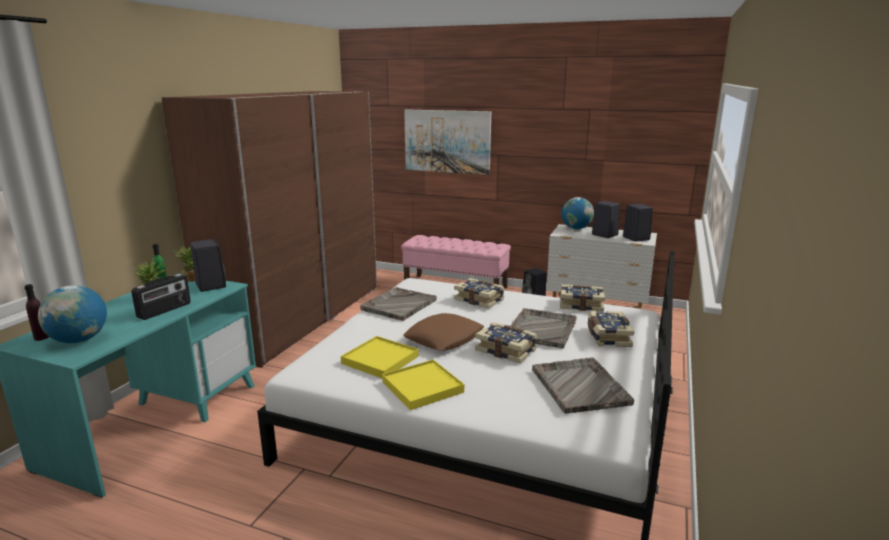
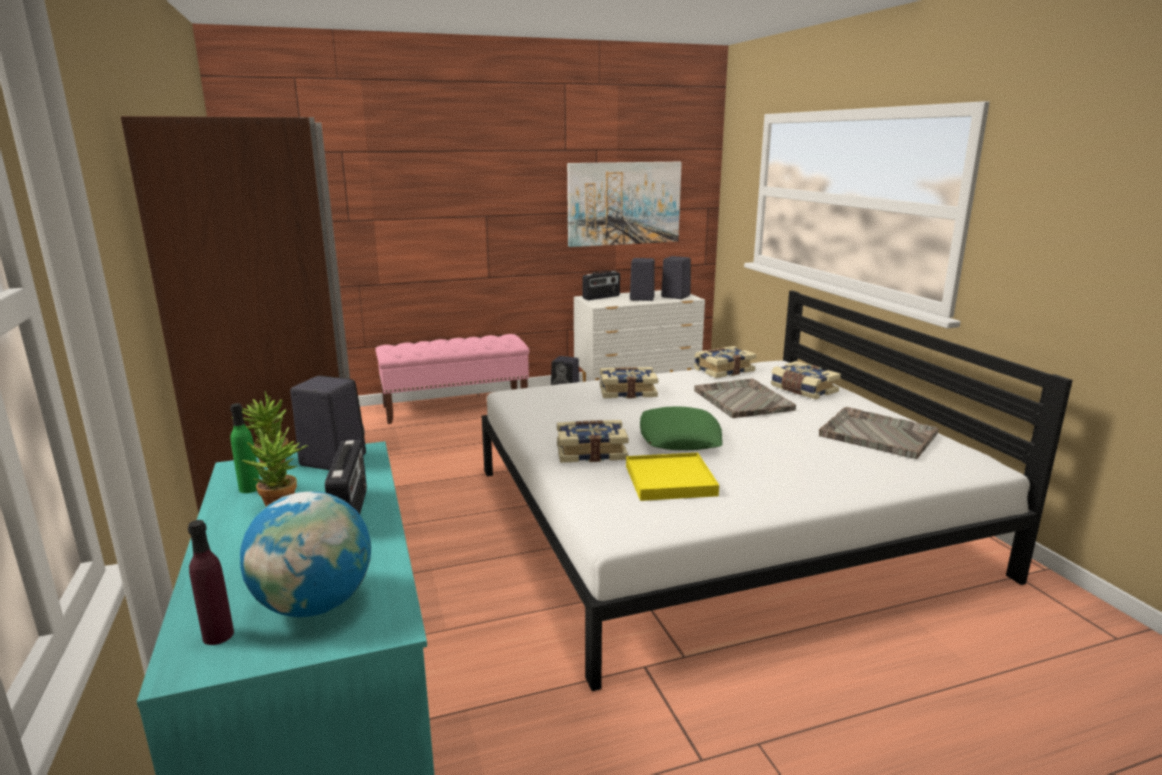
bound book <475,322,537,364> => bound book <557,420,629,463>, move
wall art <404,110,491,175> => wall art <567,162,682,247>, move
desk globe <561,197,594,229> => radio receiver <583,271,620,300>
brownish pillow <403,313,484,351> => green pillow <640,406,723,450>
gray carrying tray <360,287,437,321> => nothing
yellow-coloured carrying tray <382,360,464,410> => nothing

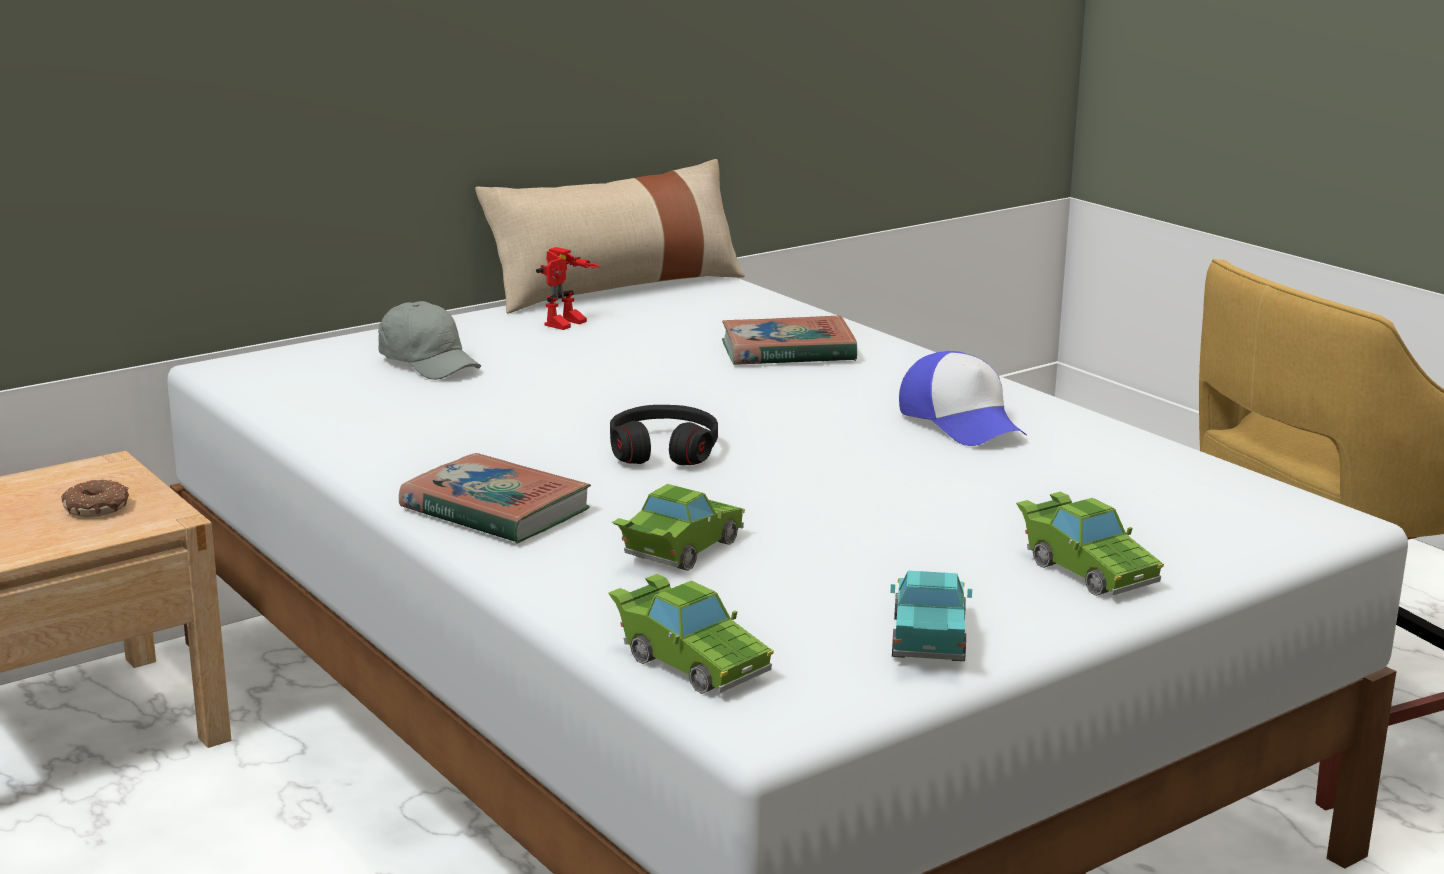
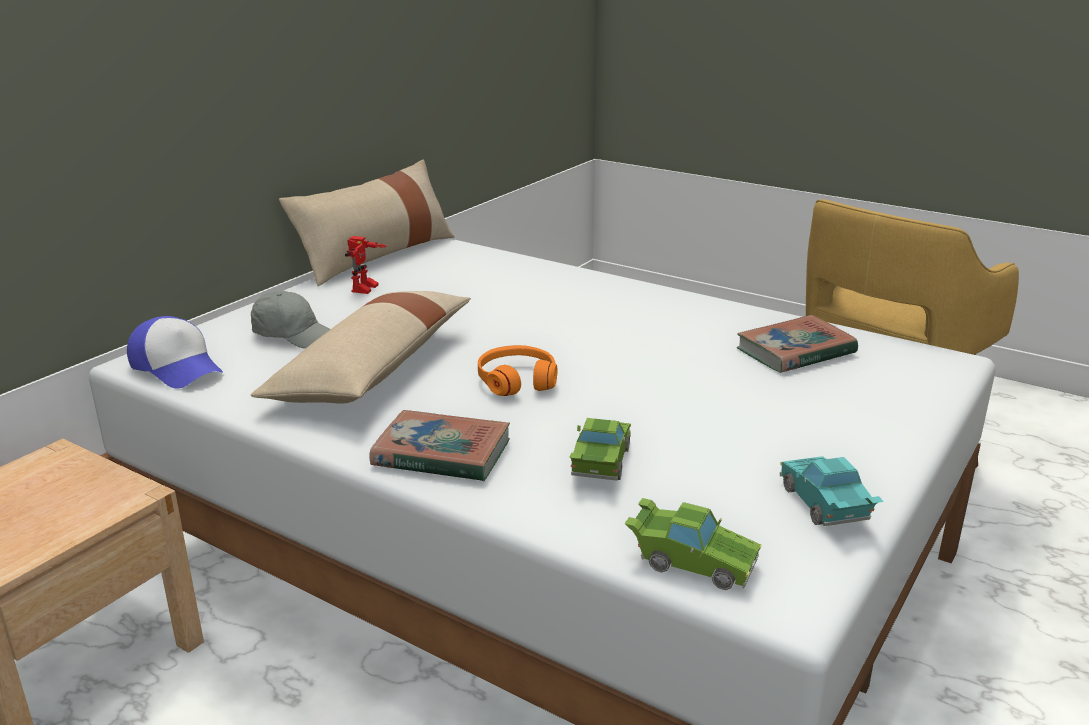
cap <899,351,1026,446> => cap <127,316,223,389>, move
nothing => beige pillow <251,291,470,404>
black headset <610,405,718,465> => orange headset <478,345,557,396>
bound book <722,315,857,365> => bound book <737,315,858,373>, move
donut <62,480,129,517> => nothing
green model car <1016,492,1164,596> => nothing

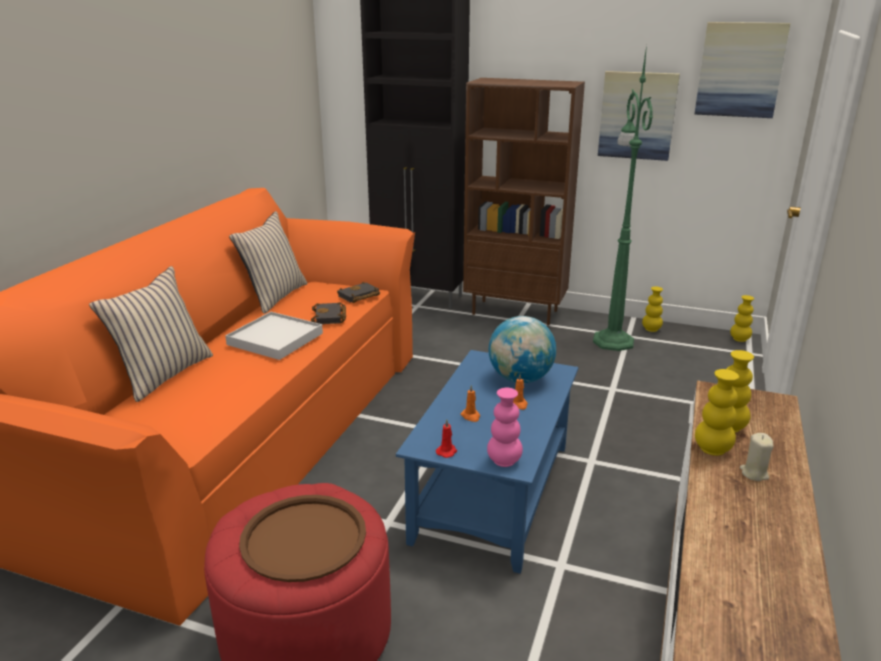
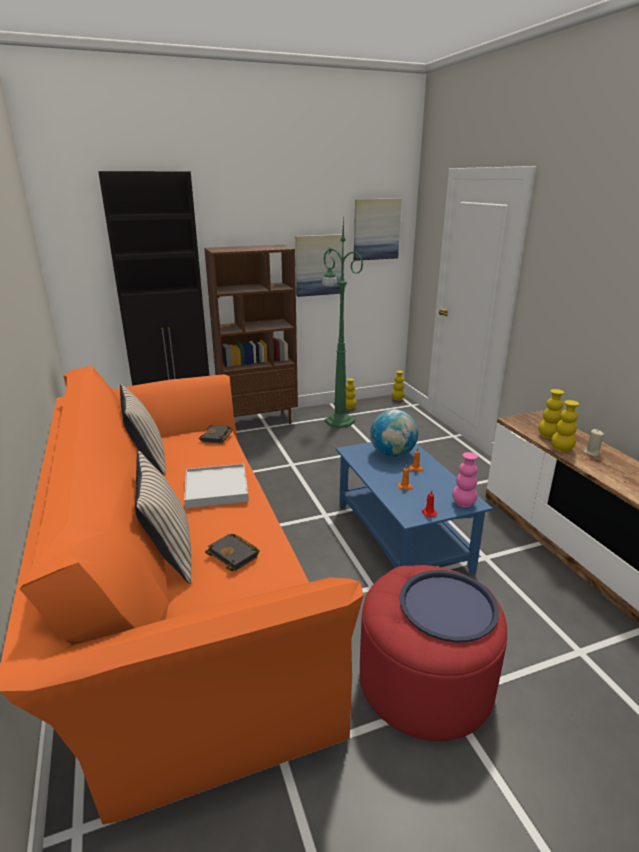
black bound book <311,302,346,324> => black bound book <205,534,260,571>, move
brownish carrying tray <239,495,366,582> => blue carrying tray <400,570,499,643>

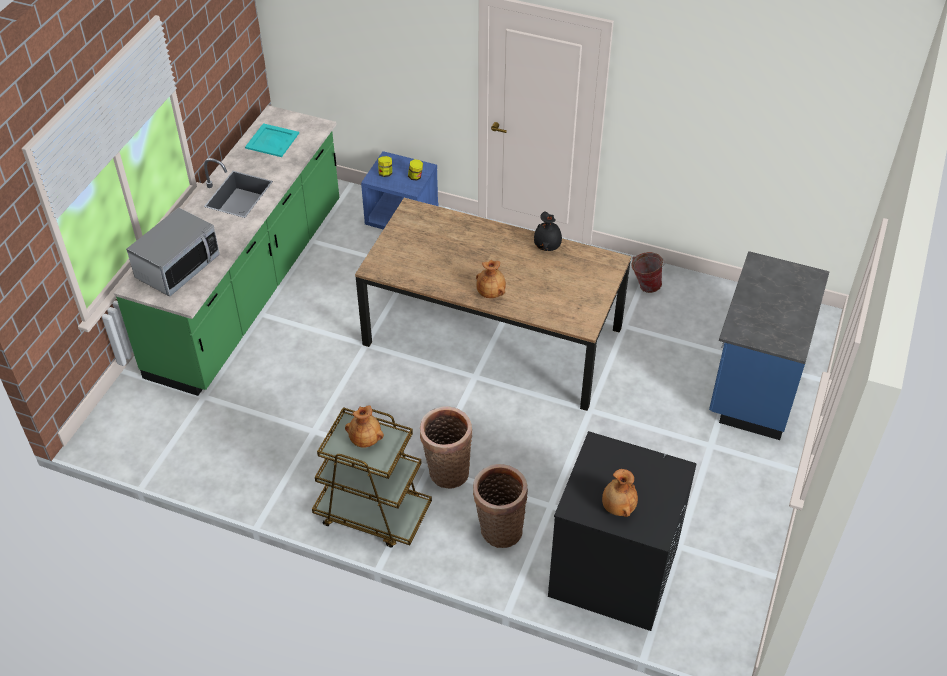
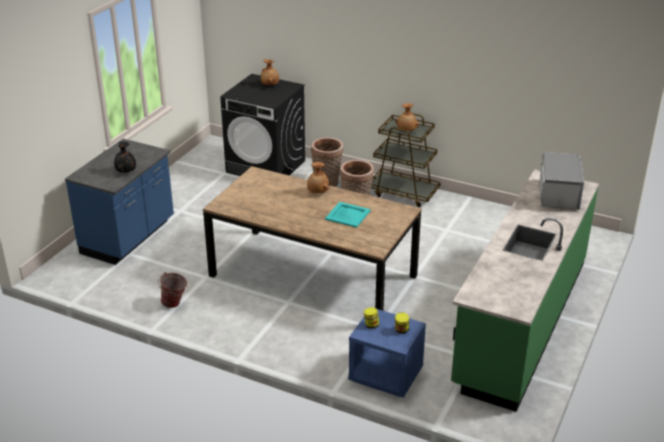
black decorative vase <534,211,562,251> => black decorative vase <114,141,136,173>, move
blue-green carrying tray <245,123,299,157> => blue-green carrying tray <325,202,371,228>, move
kitchen microwave <126,207,220,296> => kitchen microwave <539,152,584,210>, 150 degrees clockwise

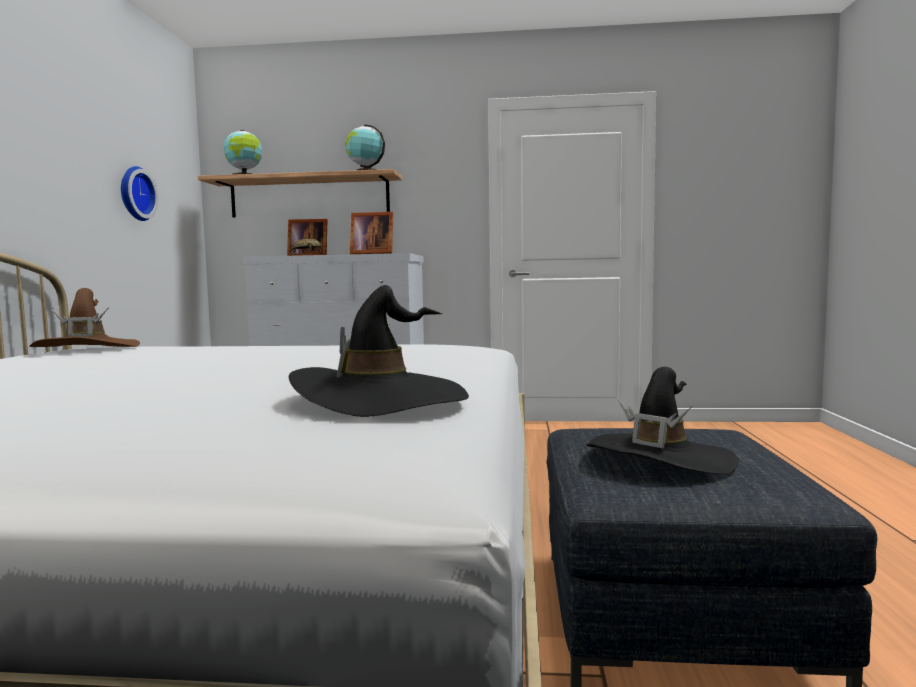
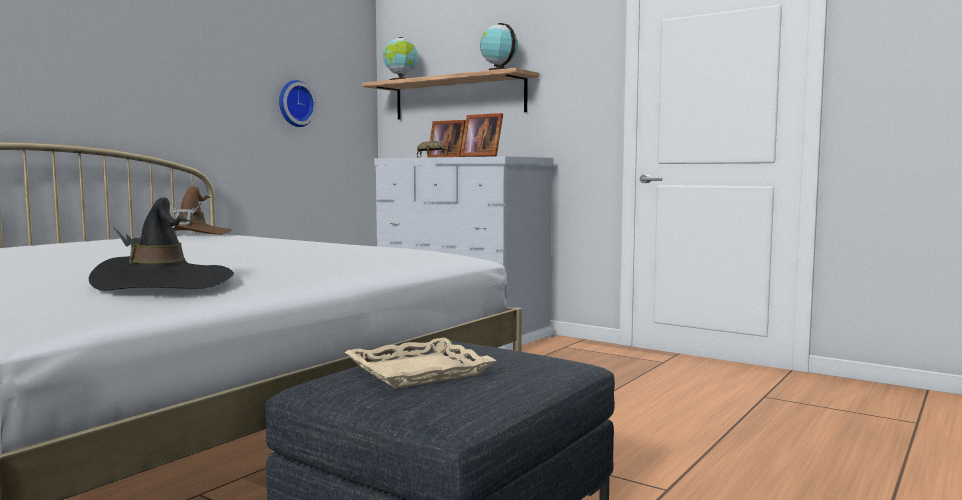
black wearable hat <586,367,738,474> => beige carrying tray <345,338,496,389>

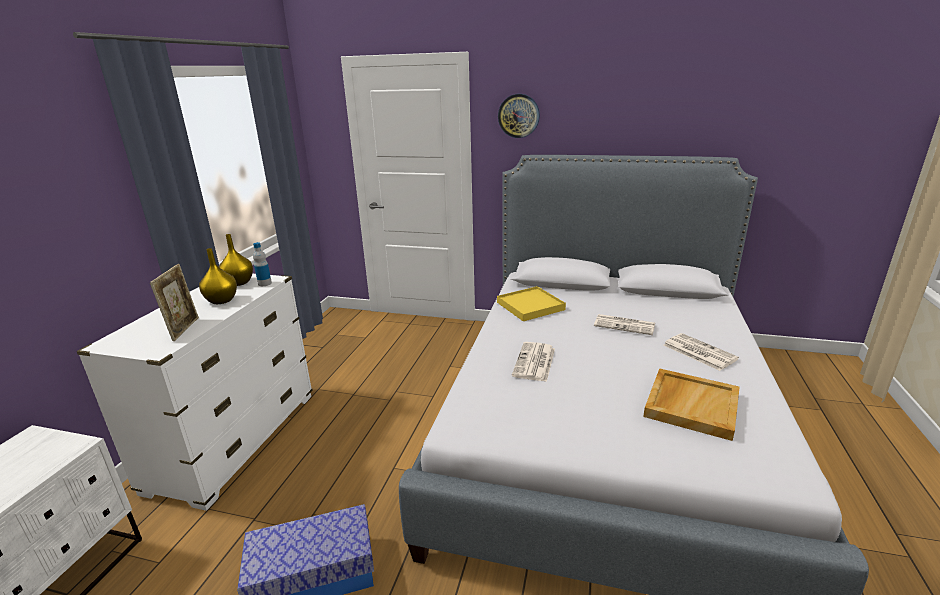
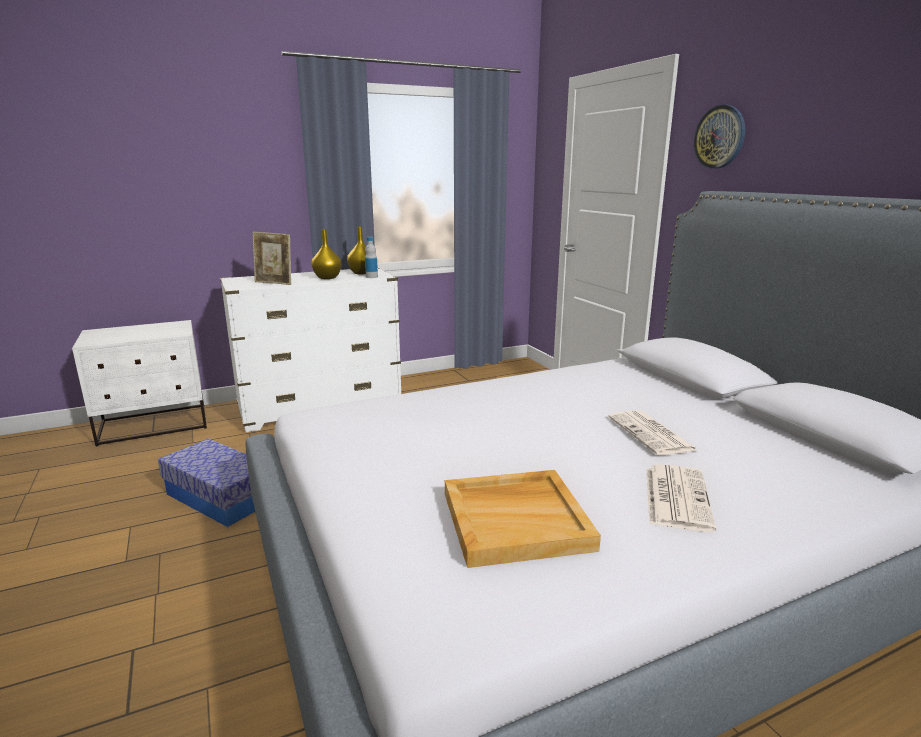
standing frame <150,264,199,341> => standing frame <253,232,291,285>, 60 degrees clockwise
yellow-coloured carrying tray <497,286,566,321> => nothing
daily paper <512,342,555,382> => nothing

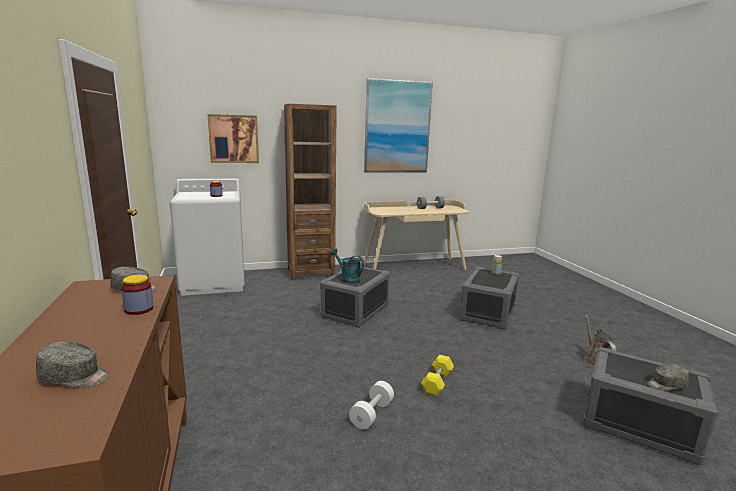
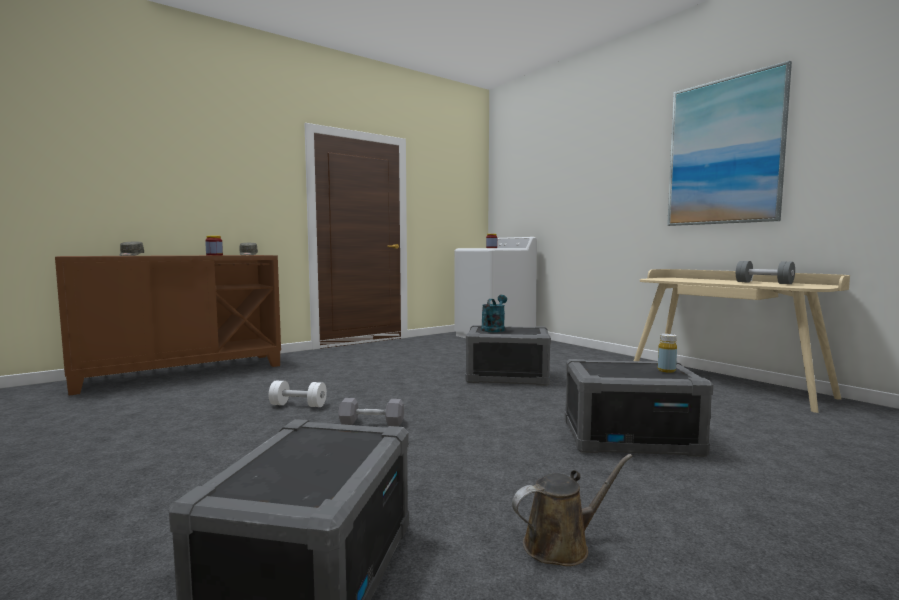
yellow-coloured dumbbell <421,355,454,396> => gray dumbbell <338,398,404,426>
wall art <208,114,259,163> => nothing
brownish bookshelf <284,104,337,280> => nothing
gray cap <648,364,689,391> => nothing

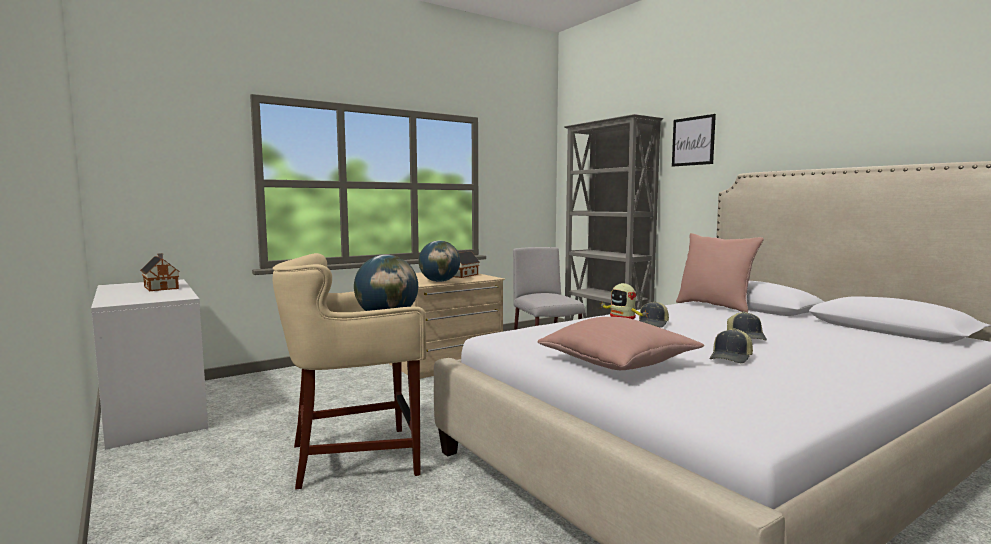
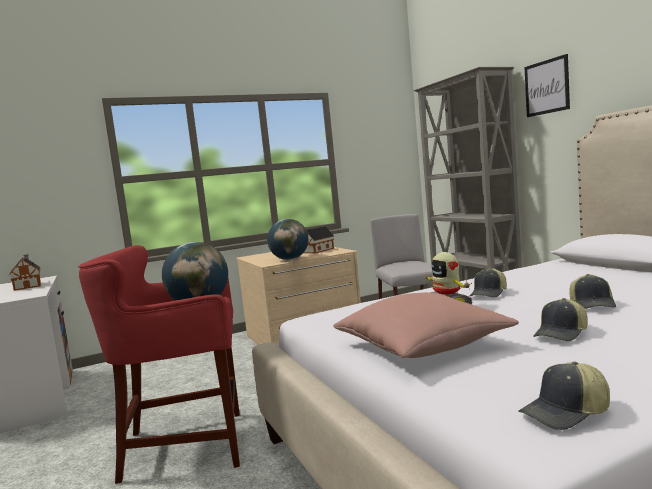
beige sitting stool <272,253,427,490> => reddish sitting stool <79,245,240,484>
nothing => cap <519,361,610,430>
pinkish pillow <676,233,764,313> => nothing

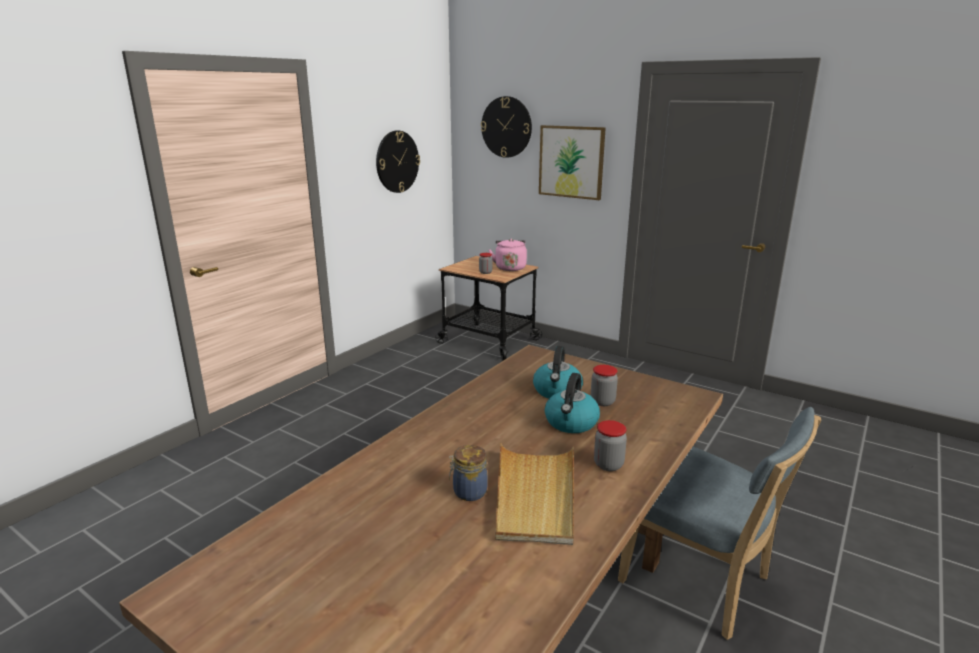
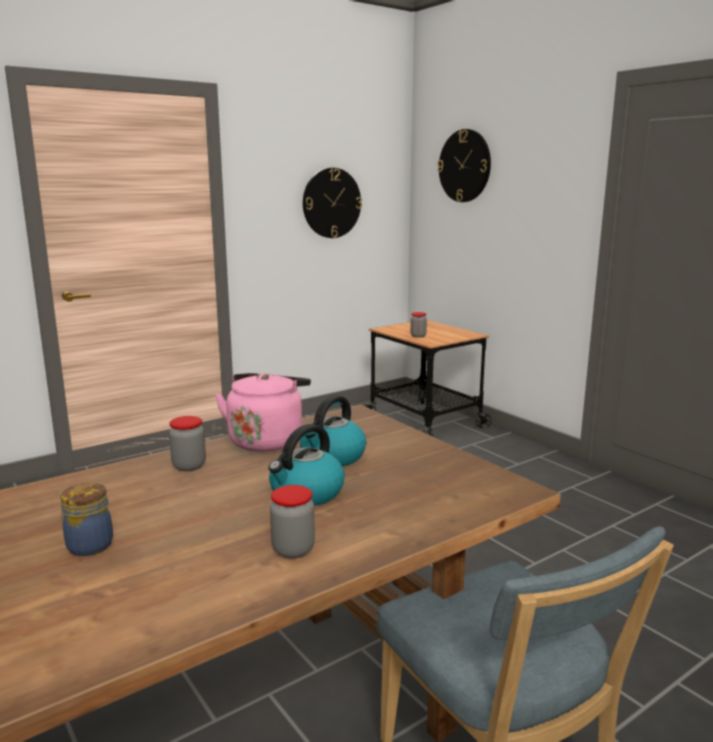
jar <591,365,618,406> => jar <169,416,206,471>, move
pinkish tea kettle <489,239,527,271> => pinkish tea kettle <215,373,311,452>, move
beige carrying tray <495,443,574,545> => nothing
wall art <539,125,606,200> => nothing

